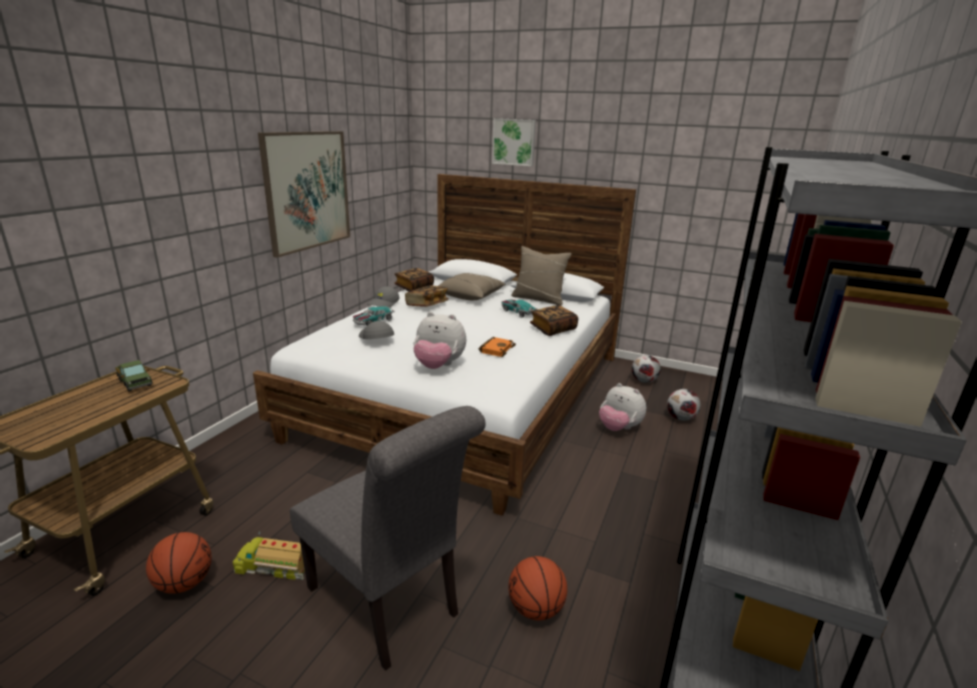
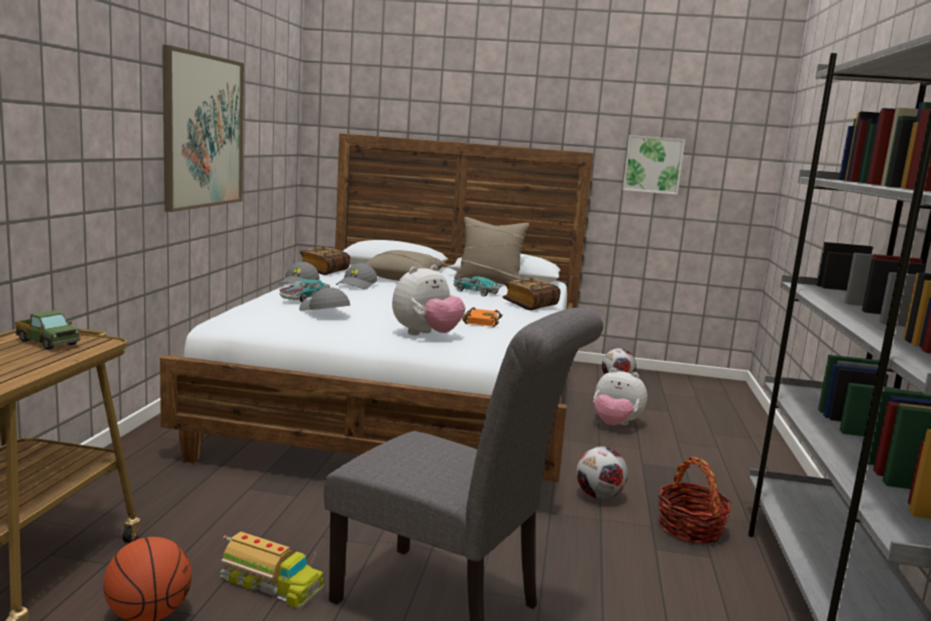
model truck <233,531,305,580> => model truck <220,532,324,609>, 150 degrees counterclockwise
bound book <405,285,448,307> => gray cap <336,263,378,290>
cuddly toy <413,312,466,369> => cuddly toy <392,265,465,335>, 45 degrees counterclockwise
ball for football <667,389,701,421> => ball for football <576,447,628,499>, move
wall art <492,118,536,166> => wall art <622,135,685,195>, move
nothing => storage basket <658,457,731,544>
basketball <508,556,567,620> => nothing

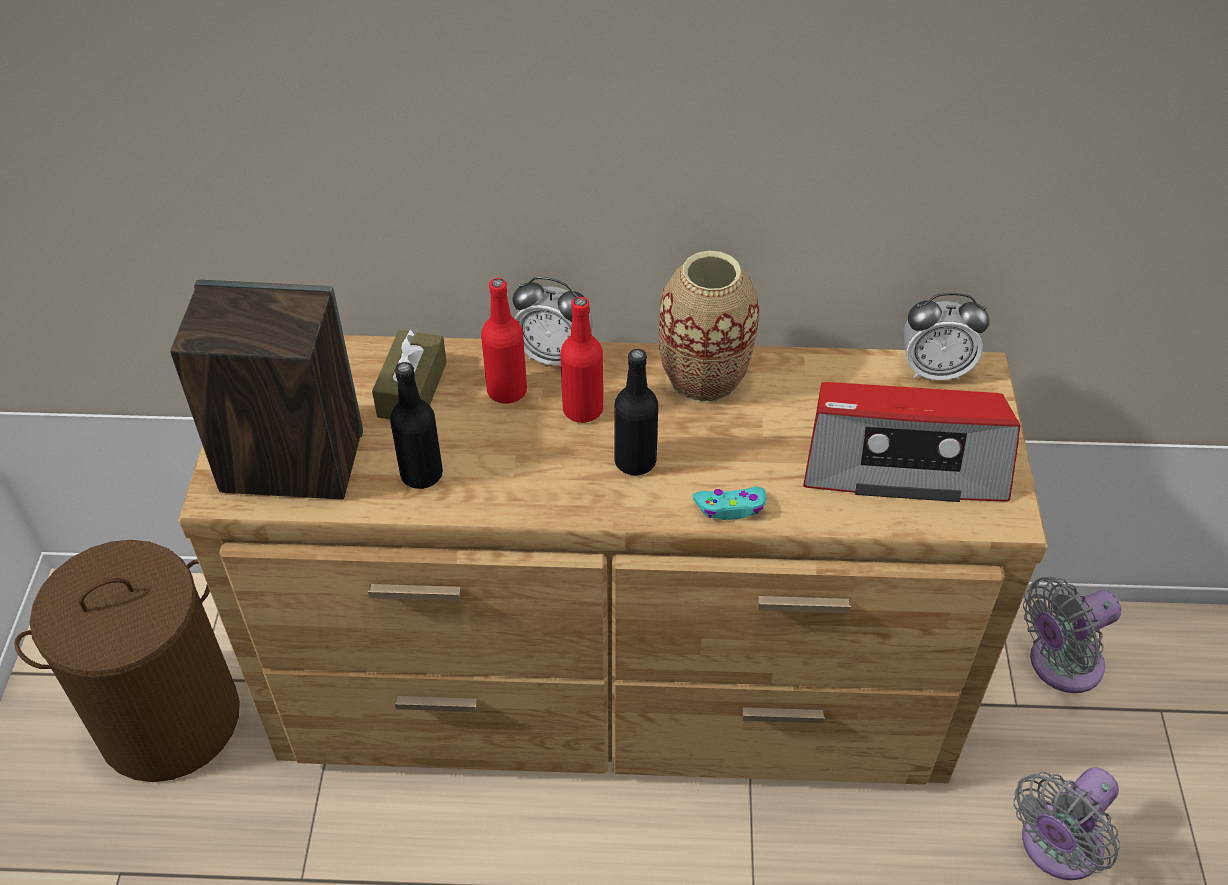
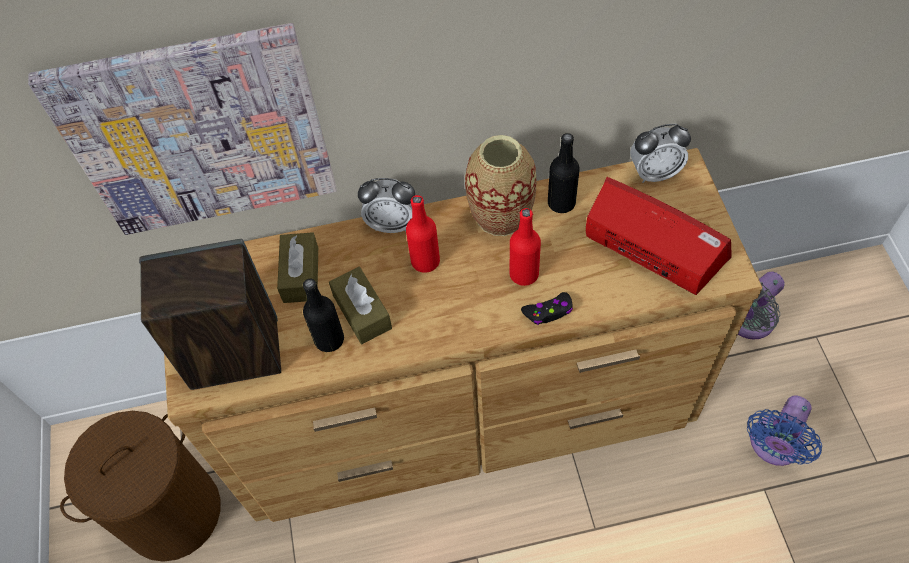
nothing => wall art <28,23,337,235>
nothing => brownish tissue holder <329,267,392,344>
reddish drink bottle <481,278,527,404> => reddish drink bottle <509,208,541,286>, move
blue-green gamepad <693,487,766,520> => black gamepad <521,292,573,325>
black drink bottle <614,349,658,475> => black drink bottle <548,133,580,213>, move
radio receiver <803,382,1020,502> => radio receiver <586,177,732,295>, 135 degrees counterclockwise
gray electric fan <1014,767,1120,880> => blue electric fan <747,395,822,466>

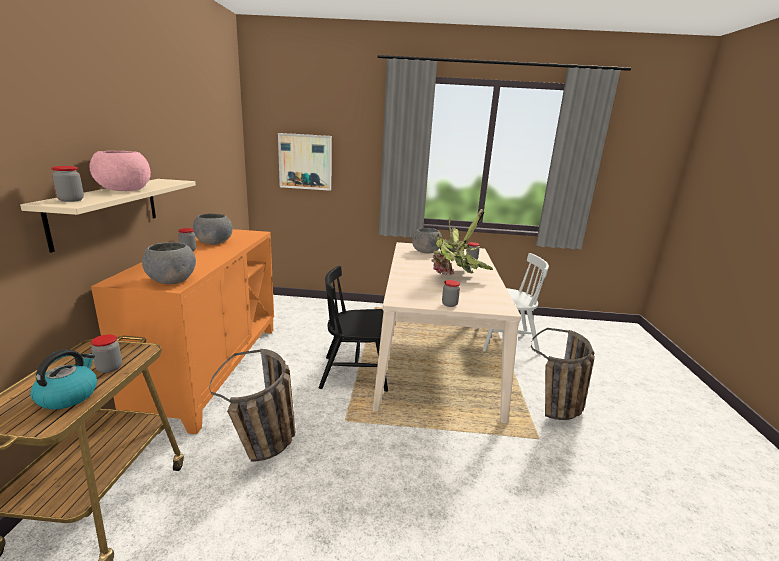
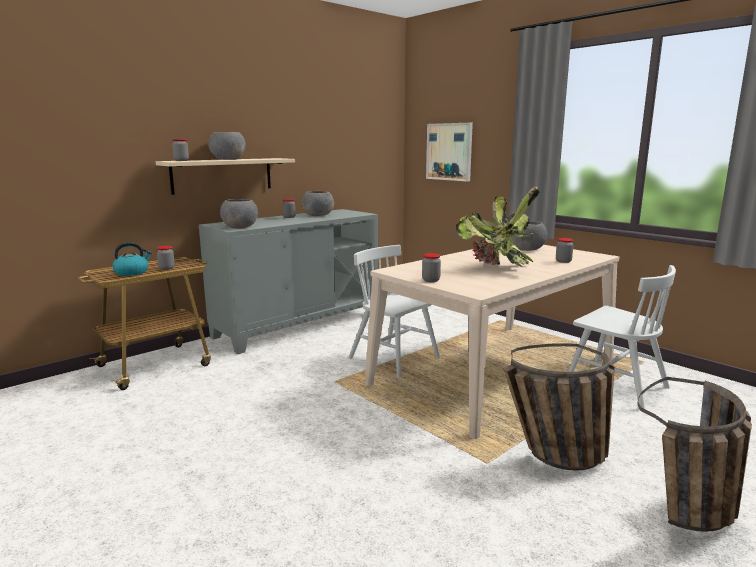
orange cupboard <91,229,274,434> => gray cupboard <199,209,378,354>
pinkish bowl <90,151,151,191> => gray bowl <208,132,246,160>
black upright chair <319,266,388,392> => white-coloured upright chair <348,245,440,378>
storage basket <209,349,295,461> => storage basket <637,377,752,532>, move

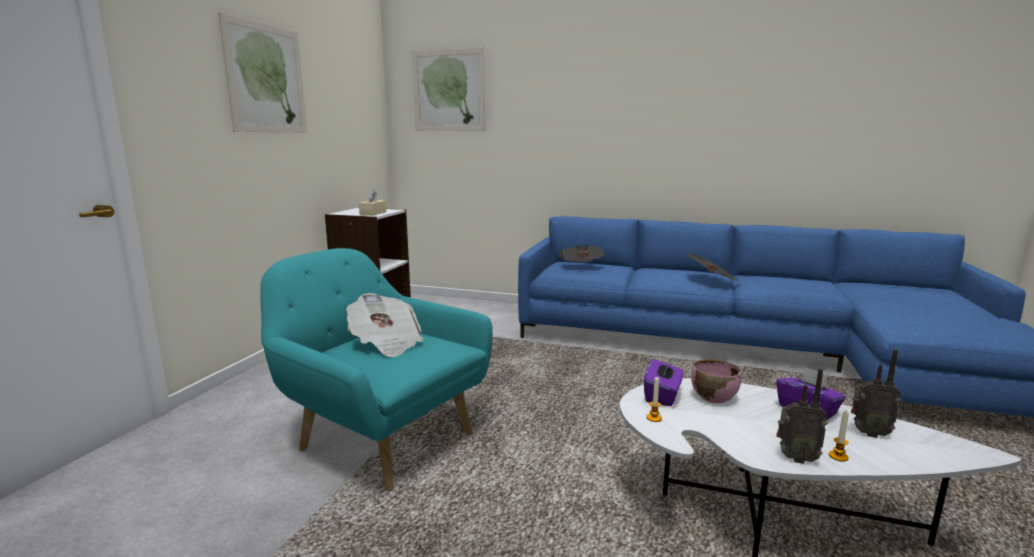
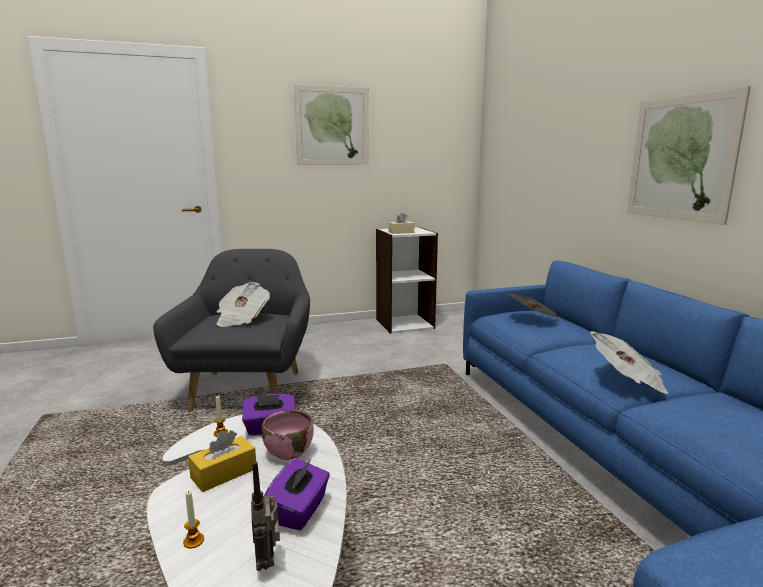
blue-green easy chair <260,248,493,491> => gray easy chair <153,249,310,412>
nothing => yellow-coloured tissue holder <188,430,256,492>
wall art <412,47,485,131> => wall art <627,86,751,225>, move
radio receiver <776,368,827,464> => nothing

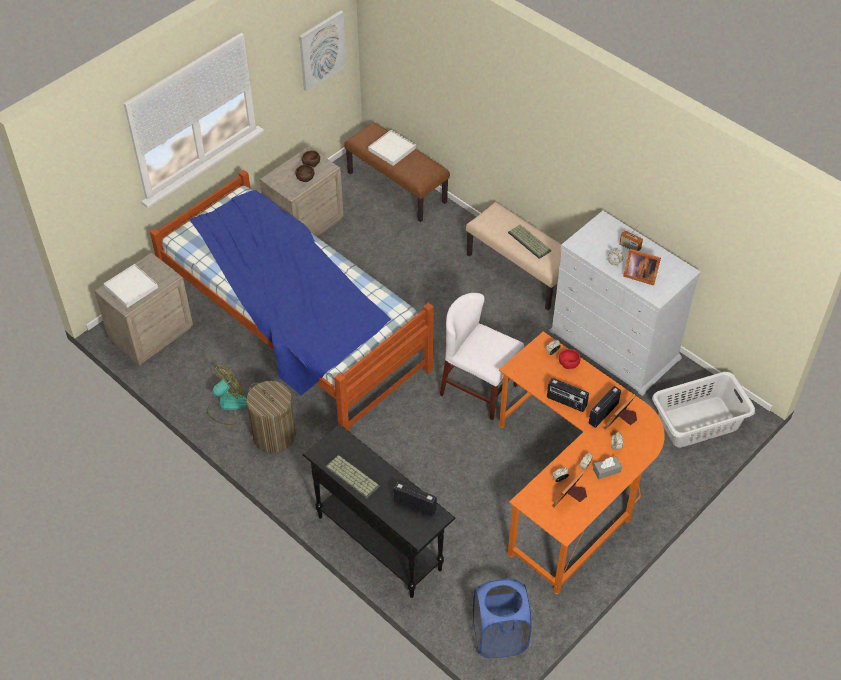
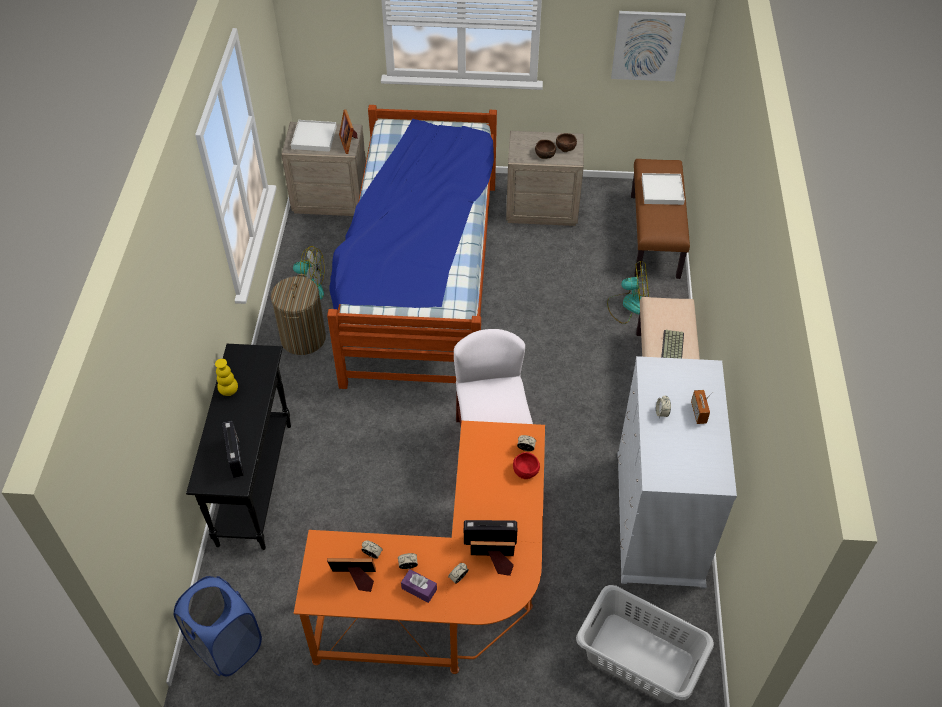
PC keyboard <325,455,380,499> => yellow-coloured decorative vase <215,359,238,396>
standing frame <623,249,661,286> => standing frame <339,110,358,154>, move
gray tissue holder <593,456,622,479> => purple tissue holder <401,569,437,603>
nothing => electric fan <607,261,649,324>
radio receiver <547,378,589,412> => nothing

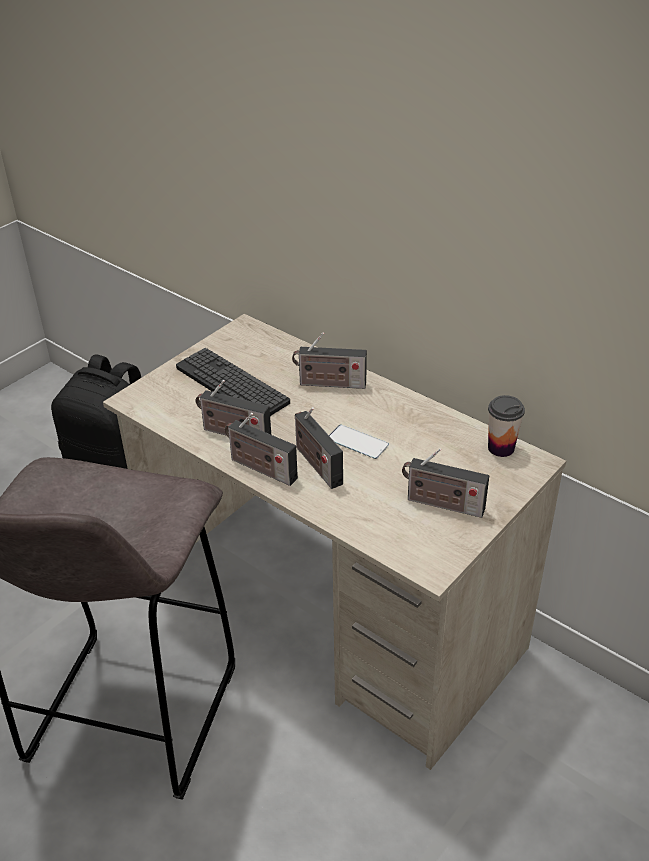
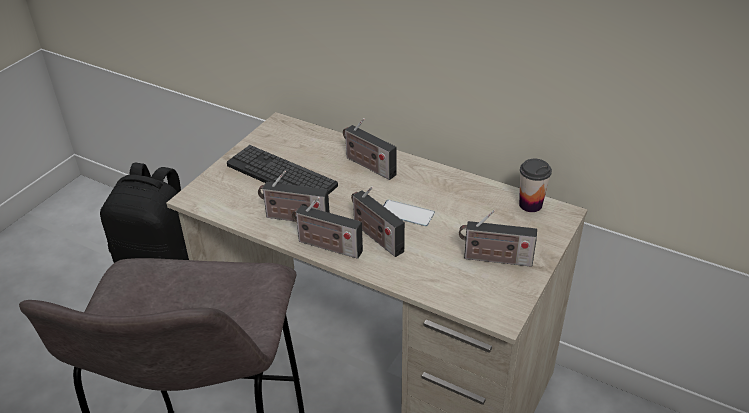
radio receiver <292,332,367,389> => radio receiver <343,118,396,180>, 45 degrees clockwise

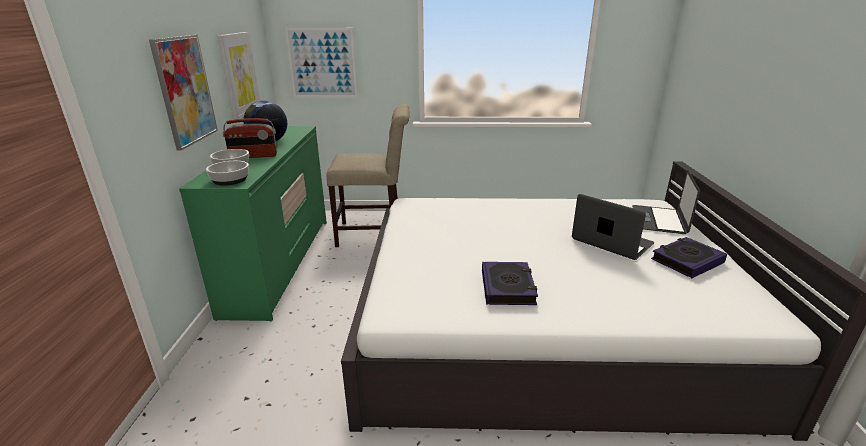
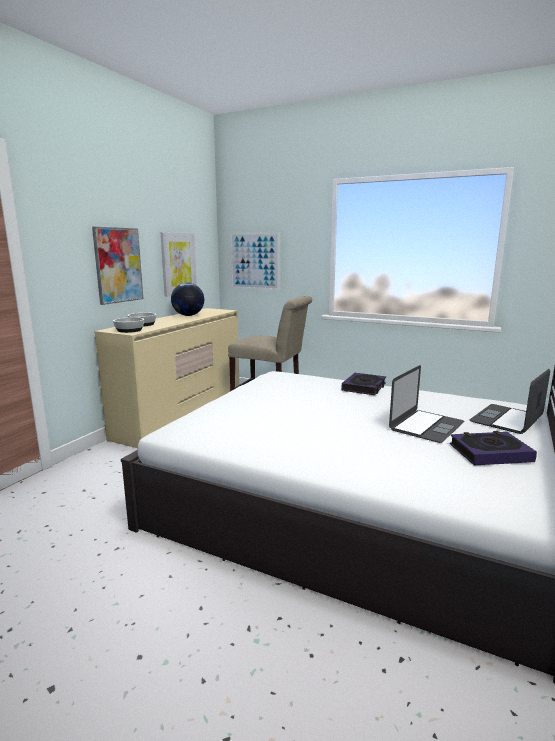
green chest of drawers <179,126,327,322> => beige chest of drawers <94,308,239,448>
bound book <482,262,538,305> => bound book <341,373,386,395>, move
portable computer <572,194,654,260> => portable computer <389,365,464,443>, 60 degrees clockwise
radio receiver <223,118,277,158> => nothing

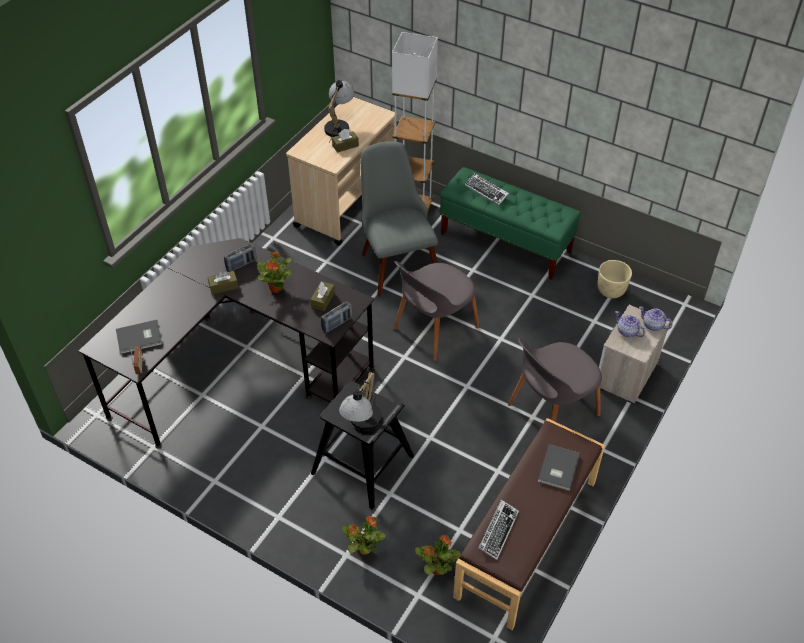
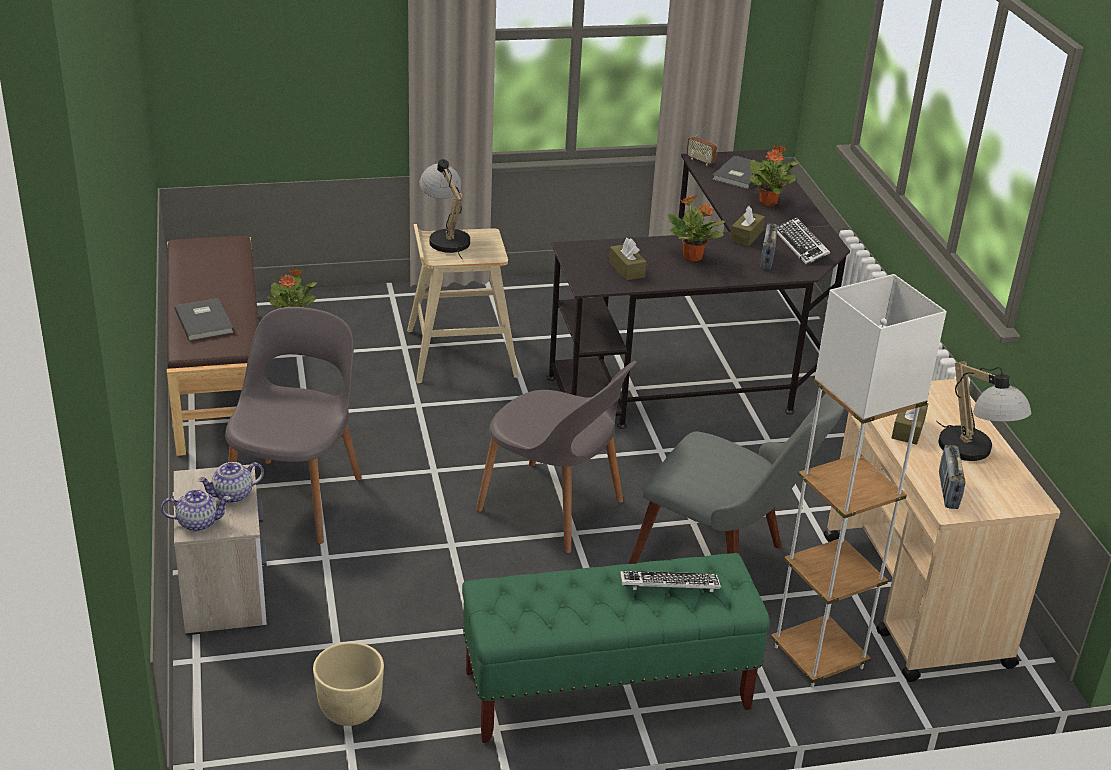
tea pot <615,311,645,337> => tea pot <198,462,264,503>, 150 degrees clockwise
black sitting stool <311,381,414,510> => beige sitting stool <407,224,519,383>
gray upright chair <393,261,479,361> => gray upright chair <476,361,637,553>, 120 degrees clockwise
potted plant <341,516,386,555> => potted plant <749,145,799,206>, move
PC keyboard <479,500,519,560> => PC keyboard <777,217,830,265>, move
radio receiver <321,301,352,333> => radio receiver <939,445,966,509>, move

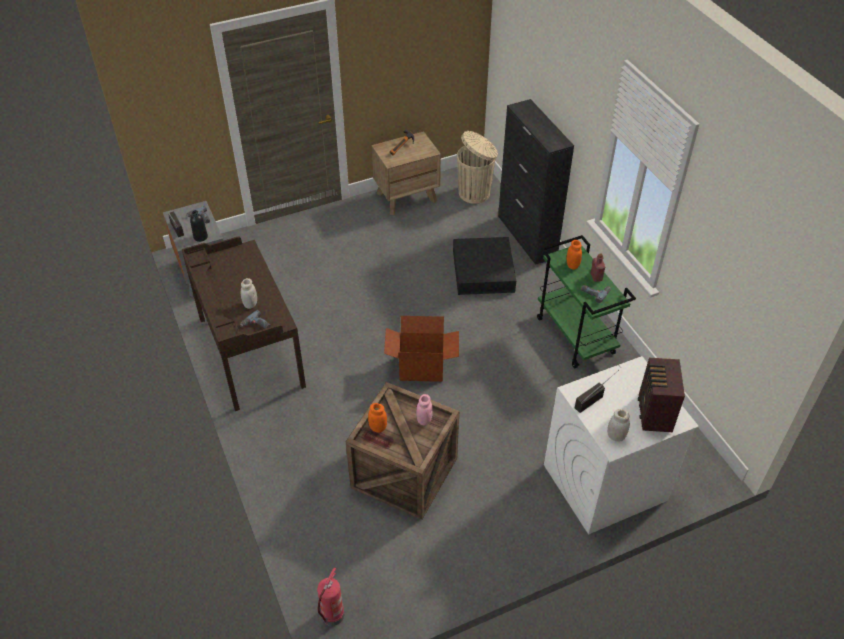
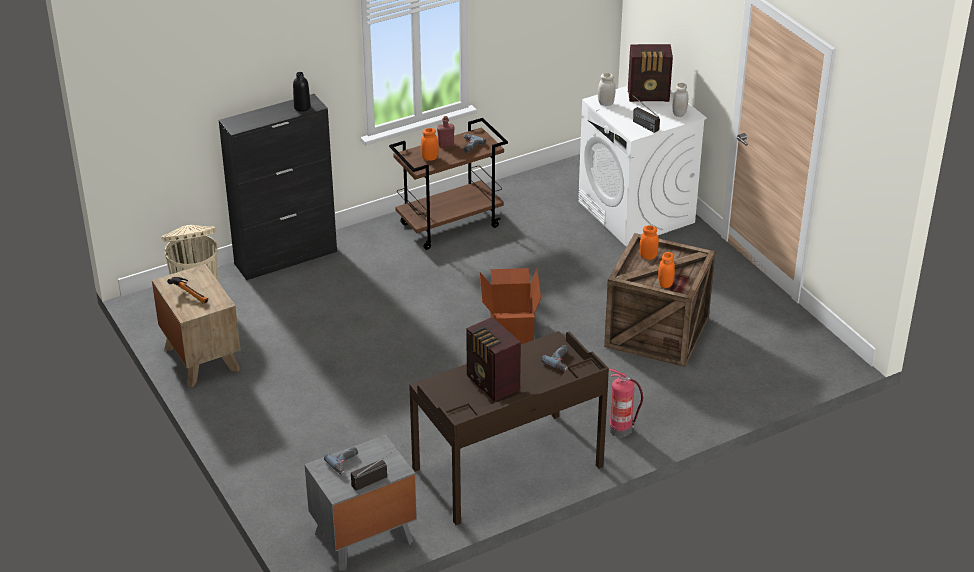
black drink bottle <190,210,208,242> => black drink bottle <293,72,311,112>, move
green cart <537,235,636,368> => brownish cart <389,118,508,250>
nothing => radio receiver <466,317,521,401>
white-coloured jar <241,278,257,309> => white-coloured jar <598,73,615,106>, move
fire extinguisher <317,568,344,626> => fire extinguisher <609,369,643,437>, move
pinkish jar <416,394,433,425> => orange jar <639,225,659,260>
black storage box <453,237,516,295> => nothing

